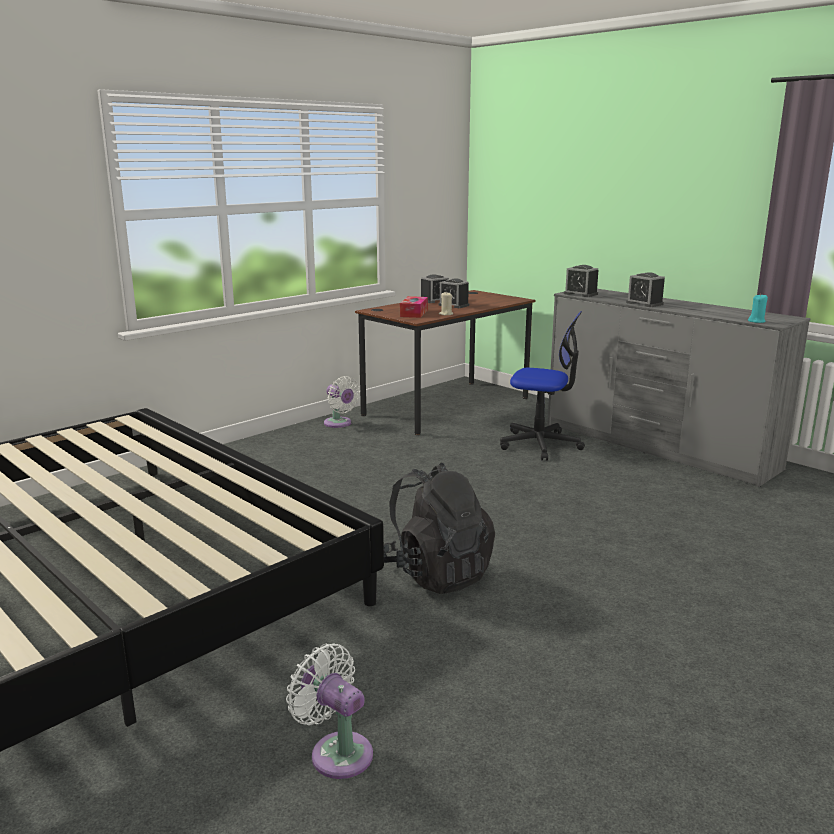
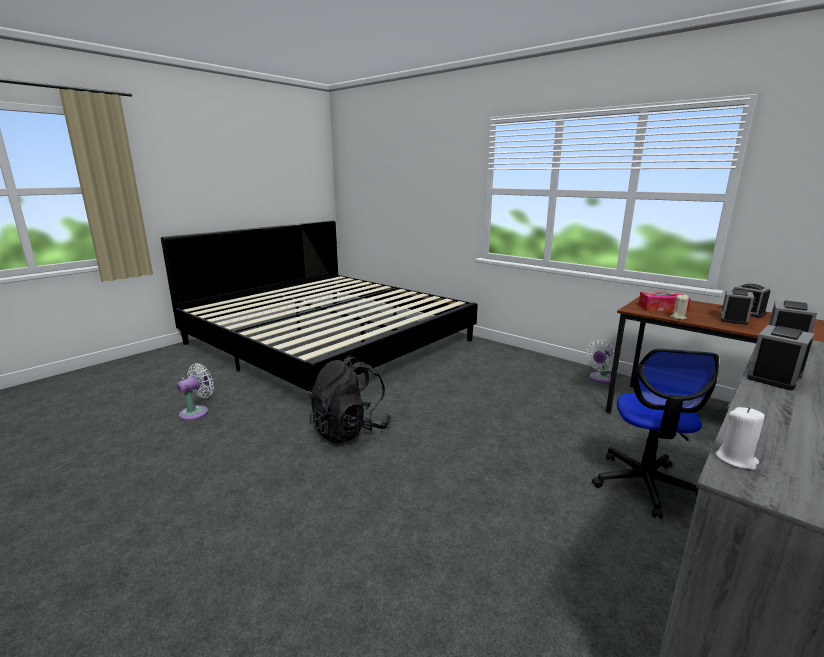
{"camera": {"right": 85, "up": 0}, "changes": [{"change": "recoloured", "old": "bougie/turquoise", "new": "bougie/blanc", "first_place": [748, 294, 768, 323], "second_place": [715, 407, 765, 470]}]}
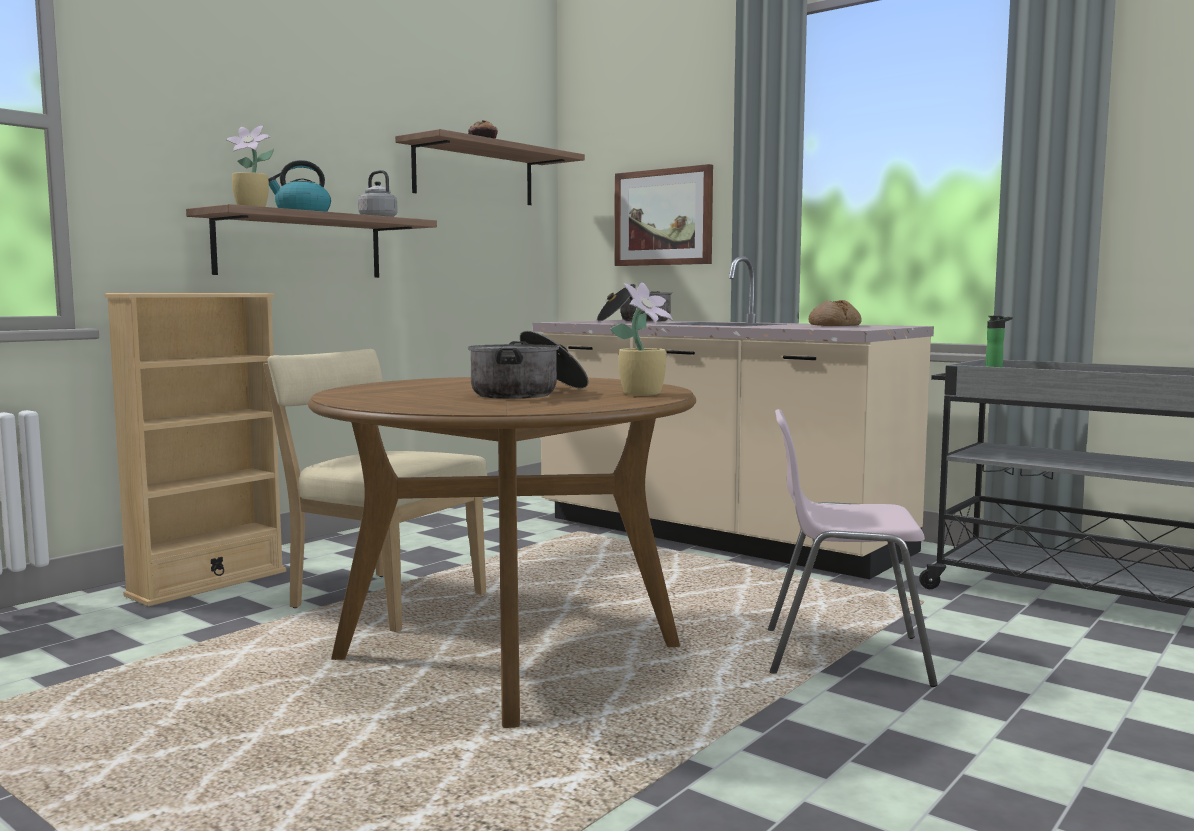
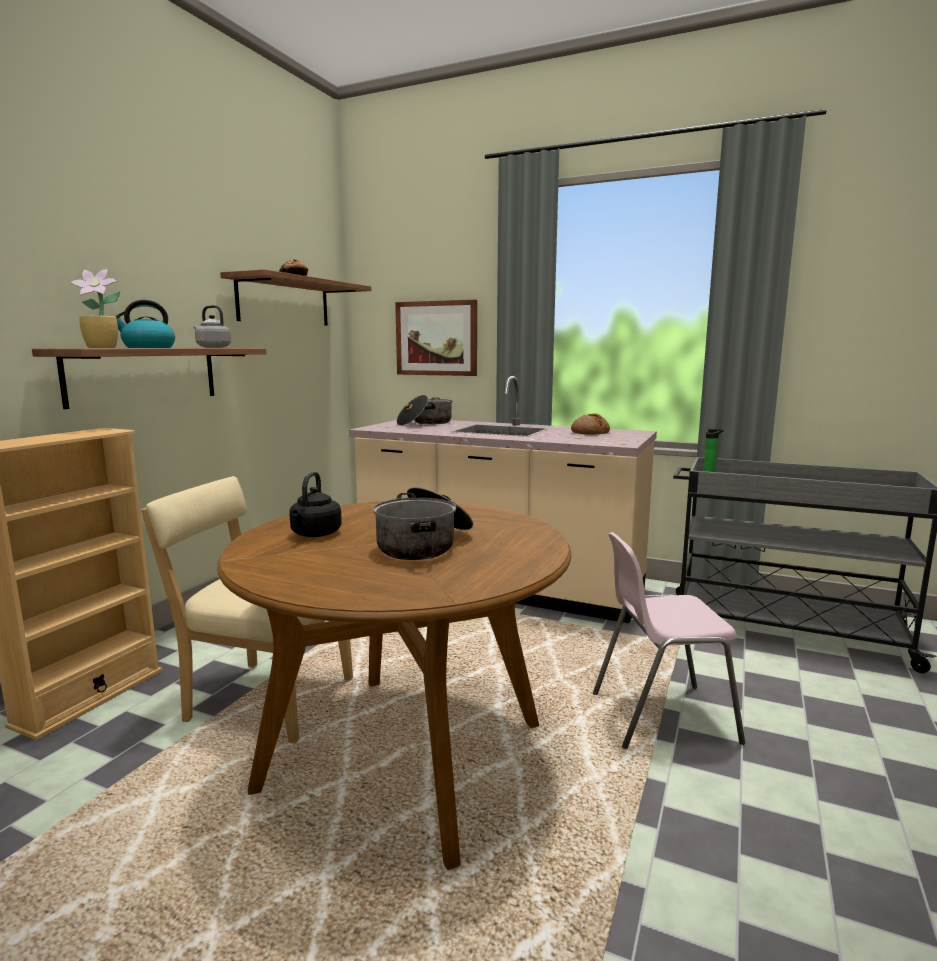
{"camera": {"right": -15, "up": 5}, "changes": [{"change": "removed", "old": "plante en pot", "first_place": [611, 282, 673, 396]}, {"change": "added", "new": "bouilloire/noir", "second_place": [289, 472, 342, 537]}]}
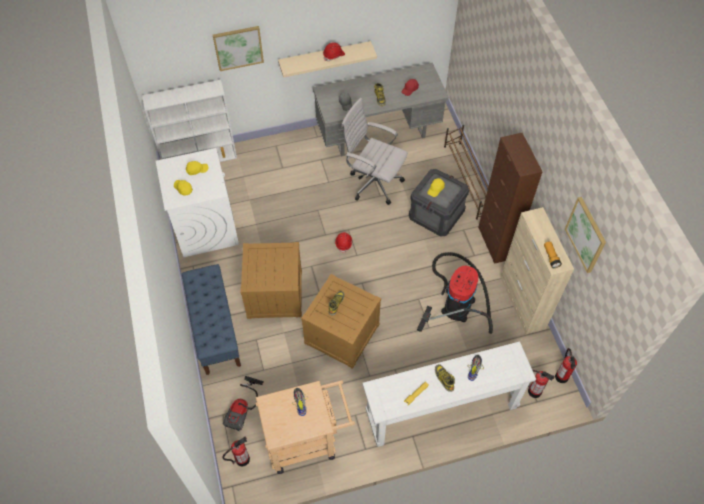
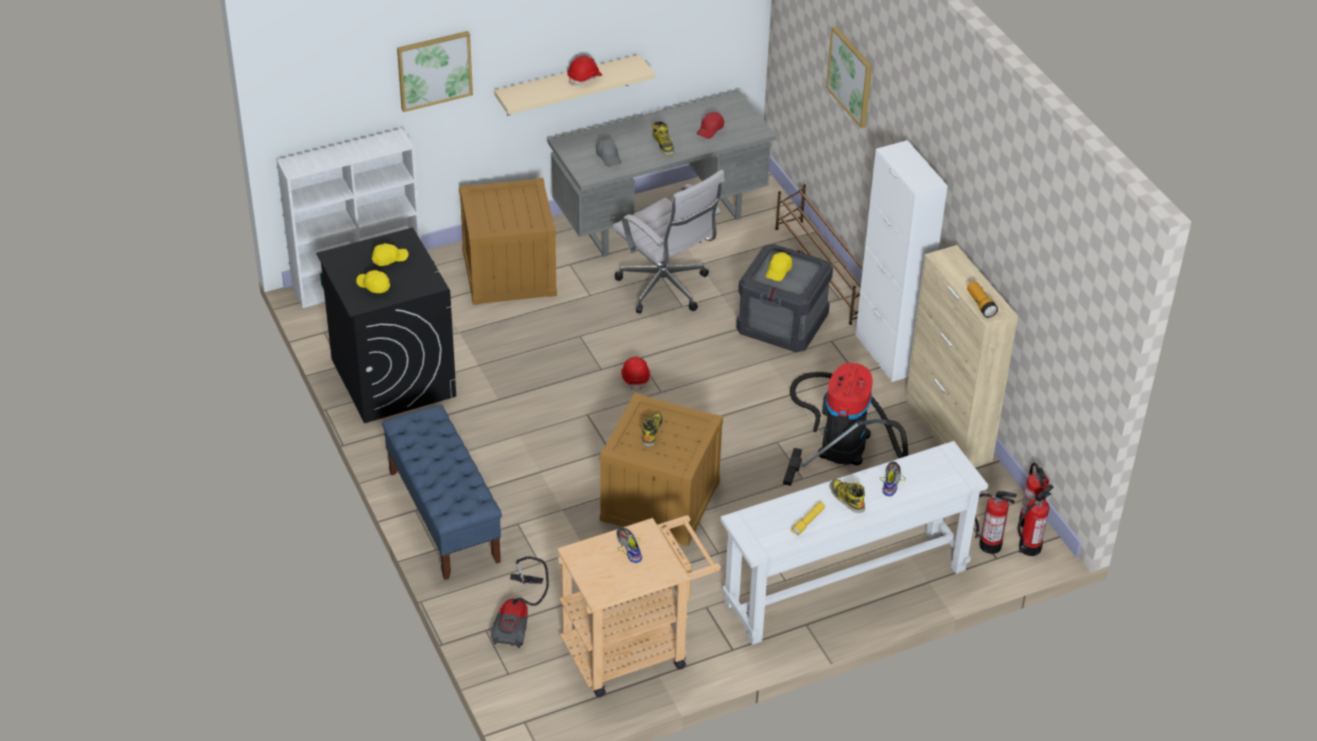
{"camera": {"right": -10, "up": -15}, "changes": [{"change": "moved", "old": "extincteur", "first_place": [222, 436, 250, 466], "second_place": [1018, 484, 1054, 556]}, {"change": "moved", "old": "caisse", "first_place": [240, 242, 302, 319], "second_place": [459, 178, 557, 305]}, {"change": "moved", "old": "tableau", "first_place": [565, 197, 606, 273], "second_place": [826, 26, 872, 128]}, {"change": "recoloured", "old": "lave-linge/blanc", "new": "lave-linge/noir", "first_place": [156, 148, 239, 257], "second_place": [316, 228, 456, 423]}, {"change": "recoloured", "old": "meuble de rangement/marron", "new": "meuble de rangement/blanc", "first_place": [478, 133, 543, 264], "second_place": [855, 140, 947, 382]}, {"change": "turned", "old": "chaise de bureau/blanc", "first_place": [341, 98, 408, 205], "second_place": [612, 170, 724, 314], "degrees": -150}]}
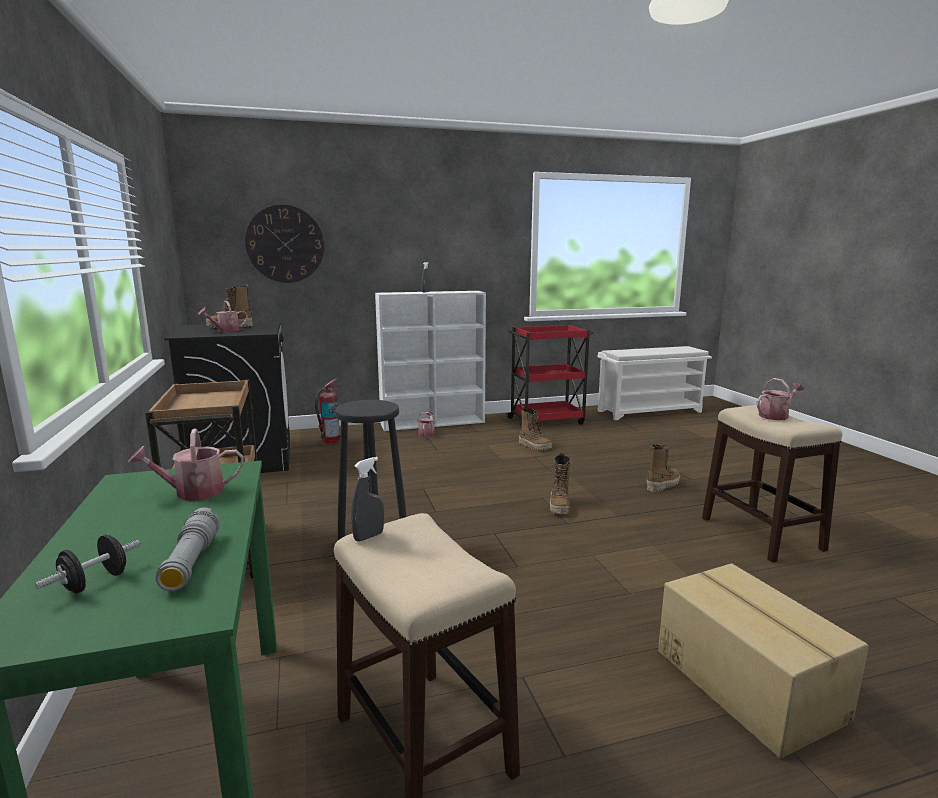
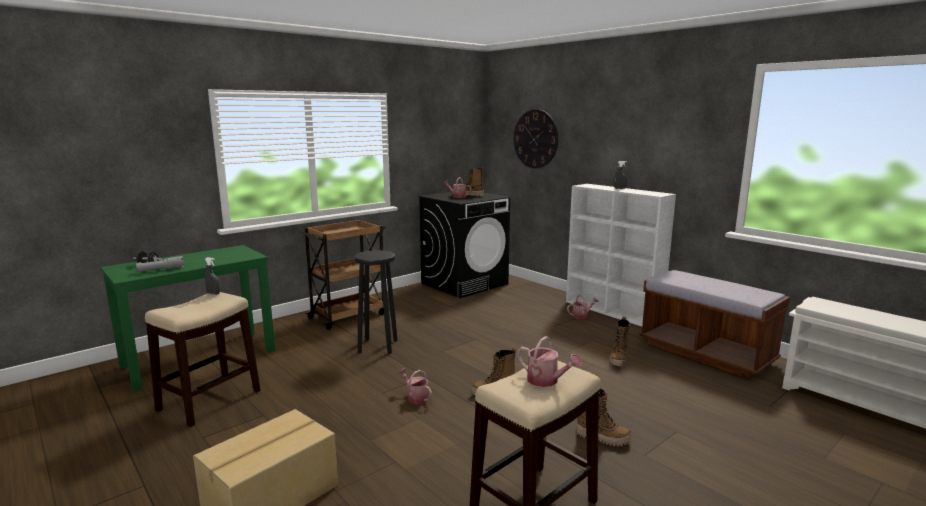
{"camera": {"right": 65, "up": 0}, "changes": [{"change": "removed", "old": "extincteur", "first_place": [315, 379, 341, 443]}, {"change": "moved", "old": "arrosoir", "first_place": [128, 429, 244, 500], "second_place": [398, 368, 432, 404]}, {"change": "replaced", "old": "chariot/rouge", "new": "banc/marron", "first_place": [505, 325, 594, 426], "second_place": [639, 270, 790, 379]}]}
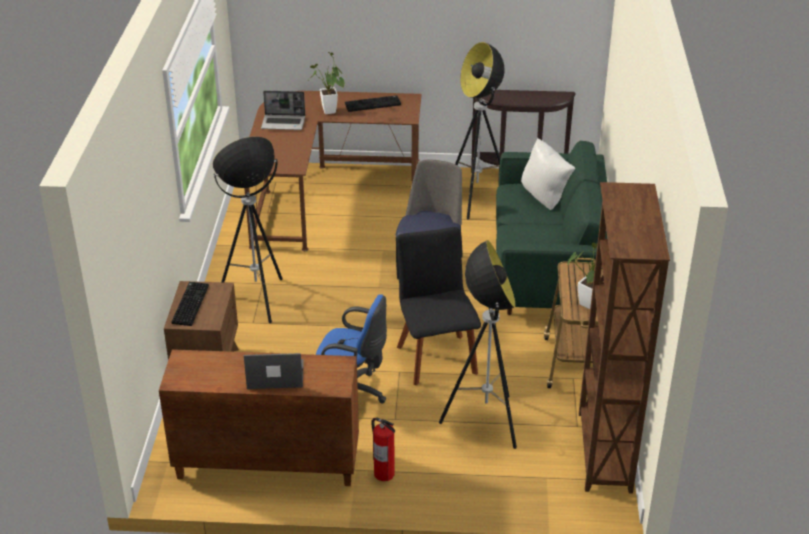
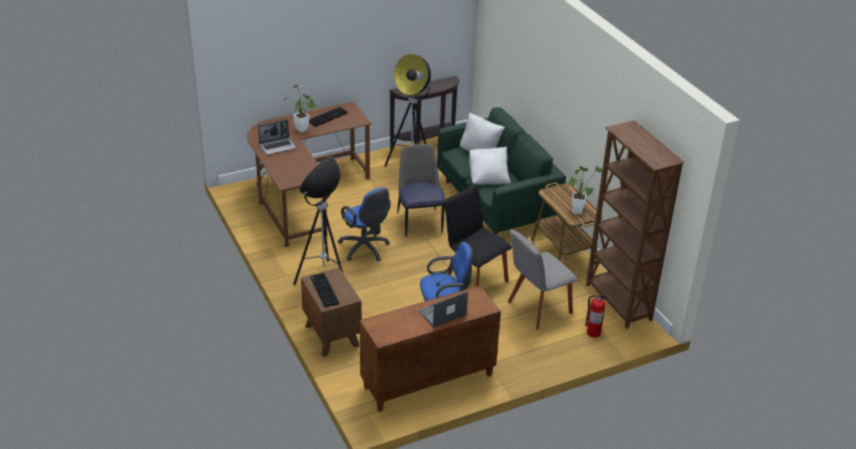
{"camera": {"right": -30, "up": 0}, "changes": [{"change": "added", "new": "chaise de bureau/bleu", "second_place": [338, 187, 391, 261]}, {"change": "added", "new": "coussin/blanc", "second_place": [469, 147, 511, 185]}, {"change": "moved", "old": "extincteur", "first_place": [371, 418, 395, 481], "second_place": [585, 295, 609, 338]}, {"change": "replaced", "old": "lampadaire", "new": "chaise/gris", "first_place": [439, 240, 517, 449], "second_place": [508, 229, 578, 330]}]}
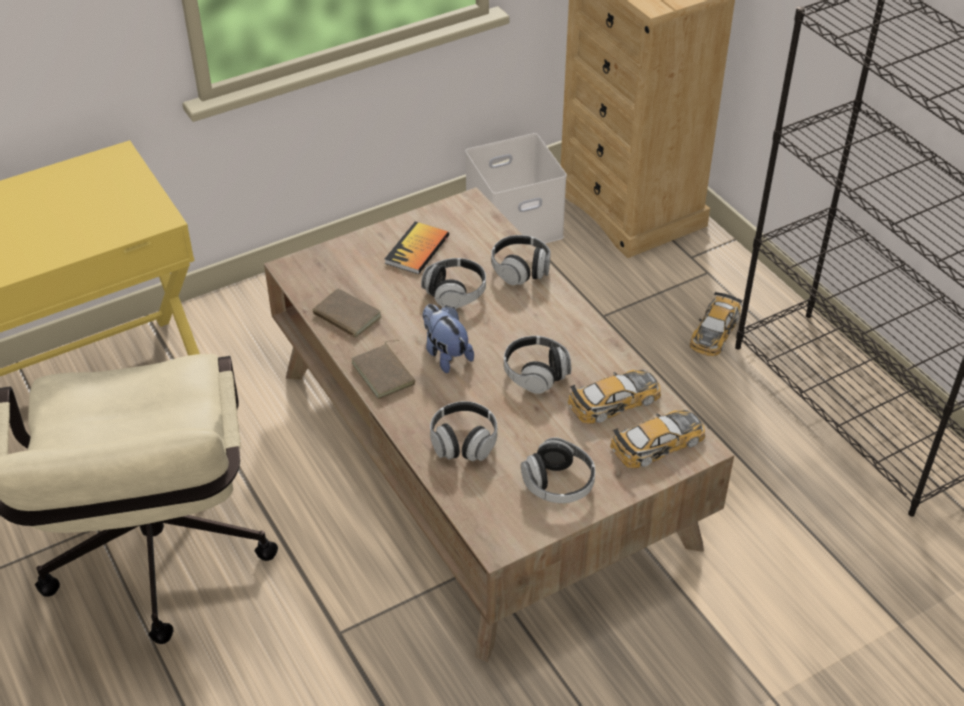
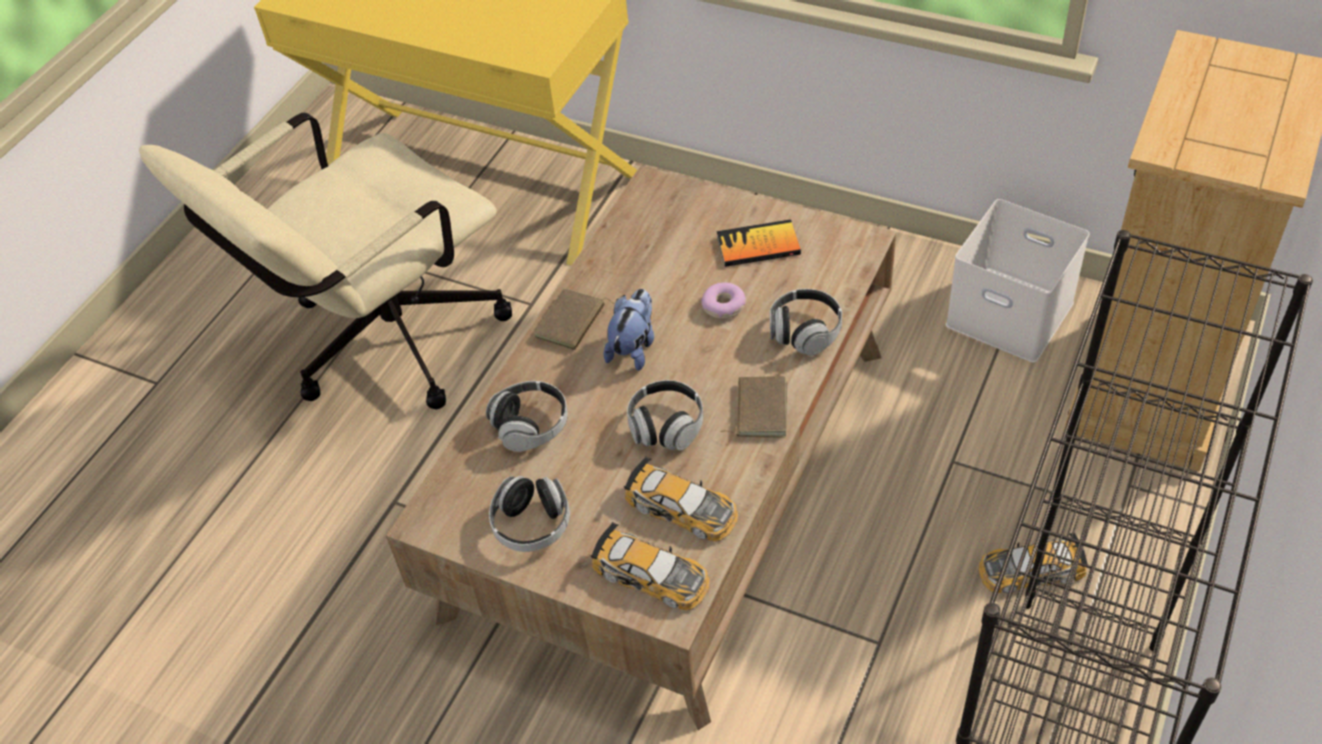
{"camera": {"right": 60, "up": 5}, "changes": [{"change": "moved", "old": "livre/marron", "first_place": [312, 288, 381, 341], "second_place": [721, 376, 787, 438]}, {"change": "replaced", "old": "casque audio", "new": "beignet", "first_place": [421, 258, 486, 309], "second_place": [701, 283, 746, 319]}]}
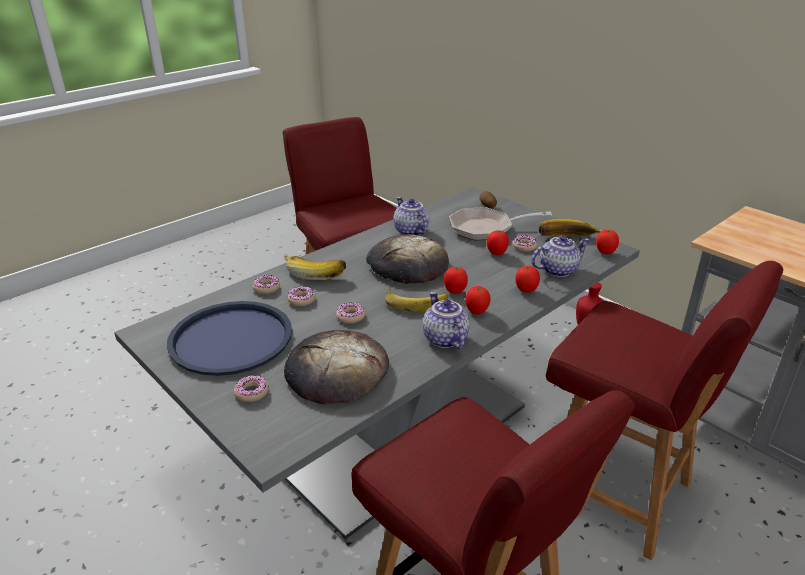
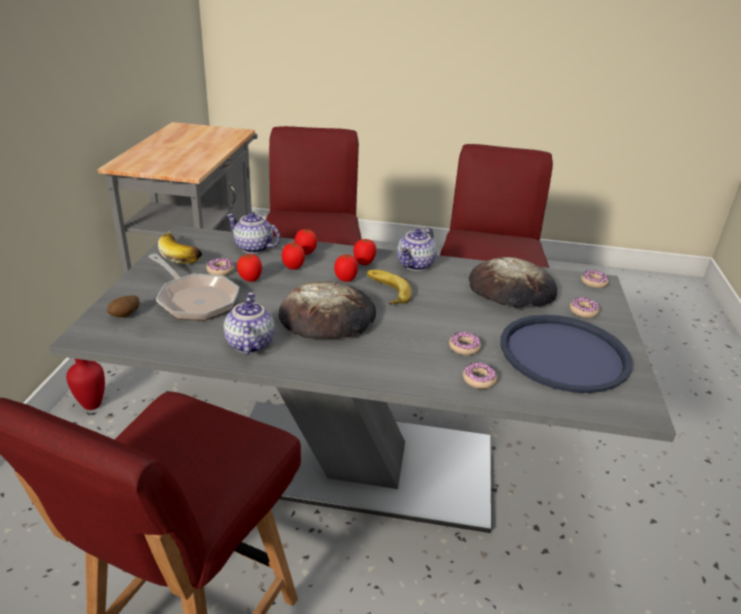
{"camera": {"right": -130, "up": 0}, "changes": [{"change": "removed", "old": "banane", "first_place": [284, 255, 346, 280]}, {"change": "moved", "old": "beignet", "first_place": [336, 302, 365, 324], "second_place": [581, 270, 609, 288]}, {"change": "moved", "old": "tomate", "first_place": [596, 230, 619, 254], "second_place": [282, 243, 305, 270]}, {"change": "turned", "old": "théière", "first_place": [393, 197, 429, 235], "second_place": [224, 292, 275, 355], "degrees": 150}]}
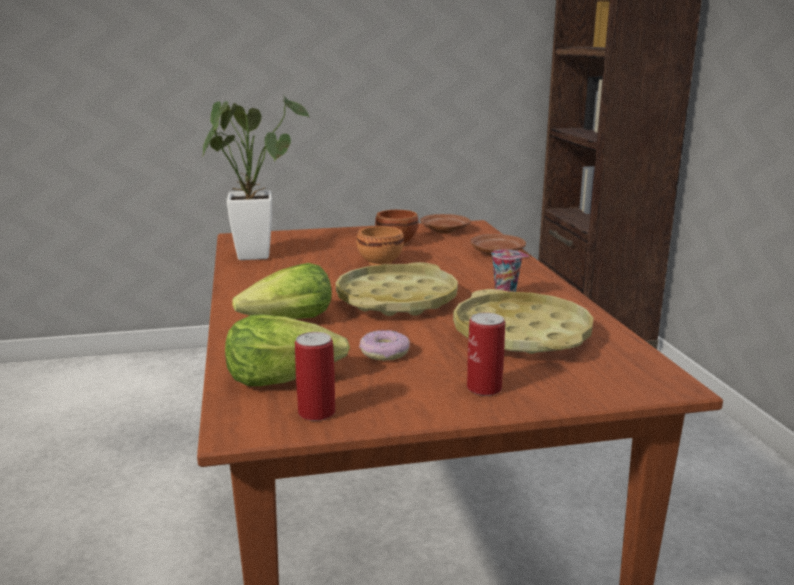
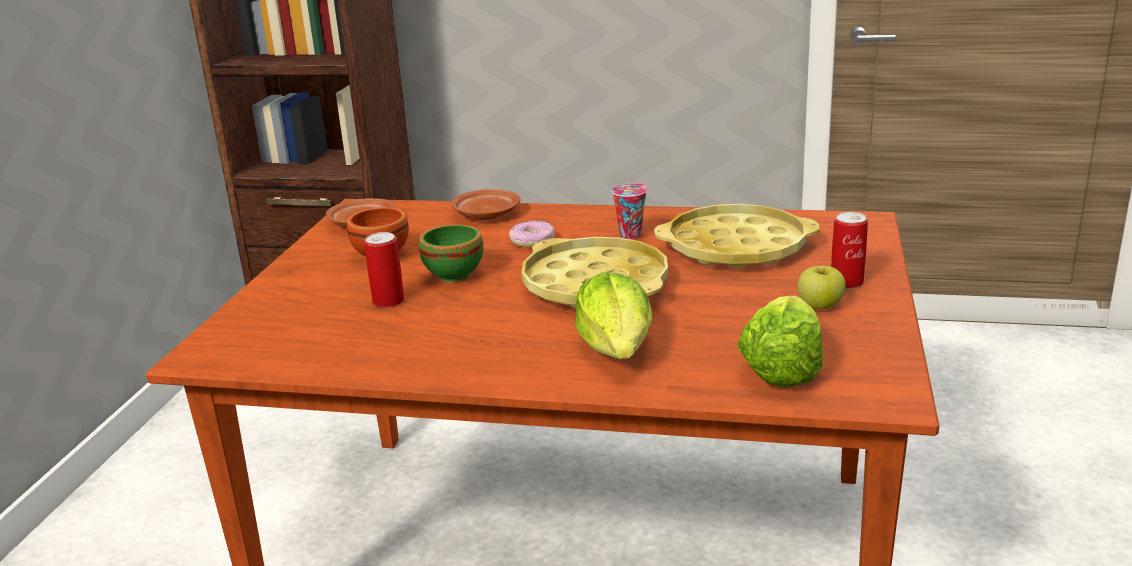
{"camera": {"right": -65, "up": 5}, "changes": [{"change": "removed", "old": "plante en pot", "first_place": [202, 96, 310, 260]}, {"change": "added", "new": "pomme", "second_place": [798, 266, 846, 309]}, {"change": "moved", "old": "boîte métallique", "first_place": [295, 332, 335, 421], "second_place": [364, 232, 404, 308]}, {"change": "moved", "old": "beignet", "first_place": [359, 330, 410, 361], "second_place": [509, 221, 554, 248]}, {"change": "recoloured", "old": "bol/orange", "new": "bol/vert", "first_place": [356, 226, 404, 266], "second_place": [419, 224, 484, 283]}]}
